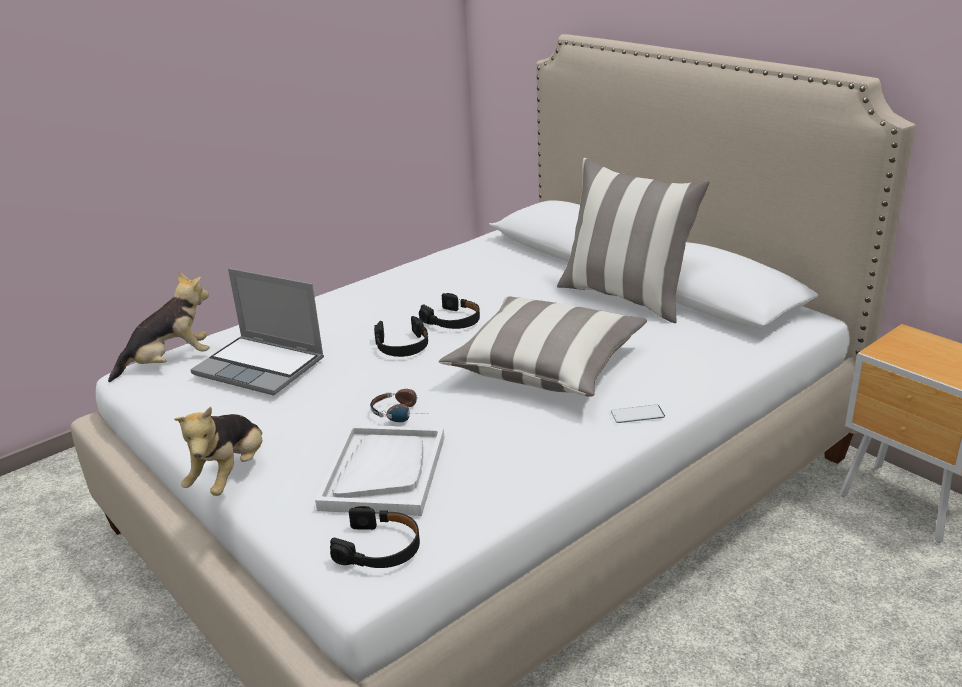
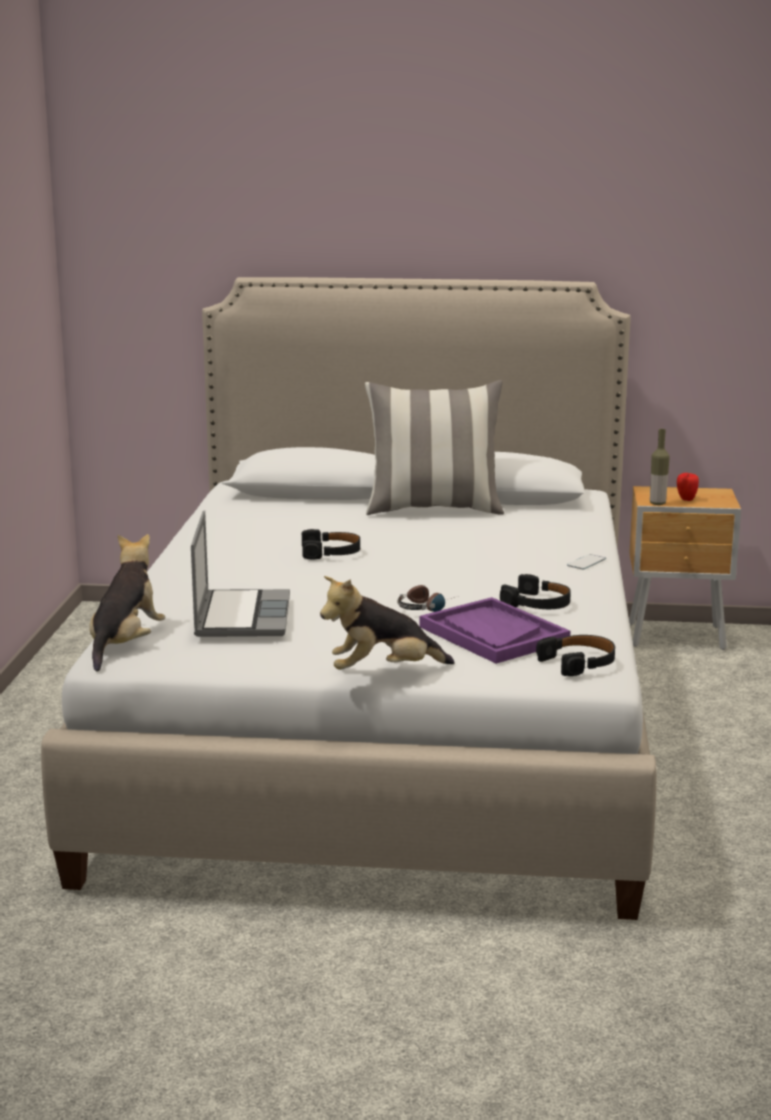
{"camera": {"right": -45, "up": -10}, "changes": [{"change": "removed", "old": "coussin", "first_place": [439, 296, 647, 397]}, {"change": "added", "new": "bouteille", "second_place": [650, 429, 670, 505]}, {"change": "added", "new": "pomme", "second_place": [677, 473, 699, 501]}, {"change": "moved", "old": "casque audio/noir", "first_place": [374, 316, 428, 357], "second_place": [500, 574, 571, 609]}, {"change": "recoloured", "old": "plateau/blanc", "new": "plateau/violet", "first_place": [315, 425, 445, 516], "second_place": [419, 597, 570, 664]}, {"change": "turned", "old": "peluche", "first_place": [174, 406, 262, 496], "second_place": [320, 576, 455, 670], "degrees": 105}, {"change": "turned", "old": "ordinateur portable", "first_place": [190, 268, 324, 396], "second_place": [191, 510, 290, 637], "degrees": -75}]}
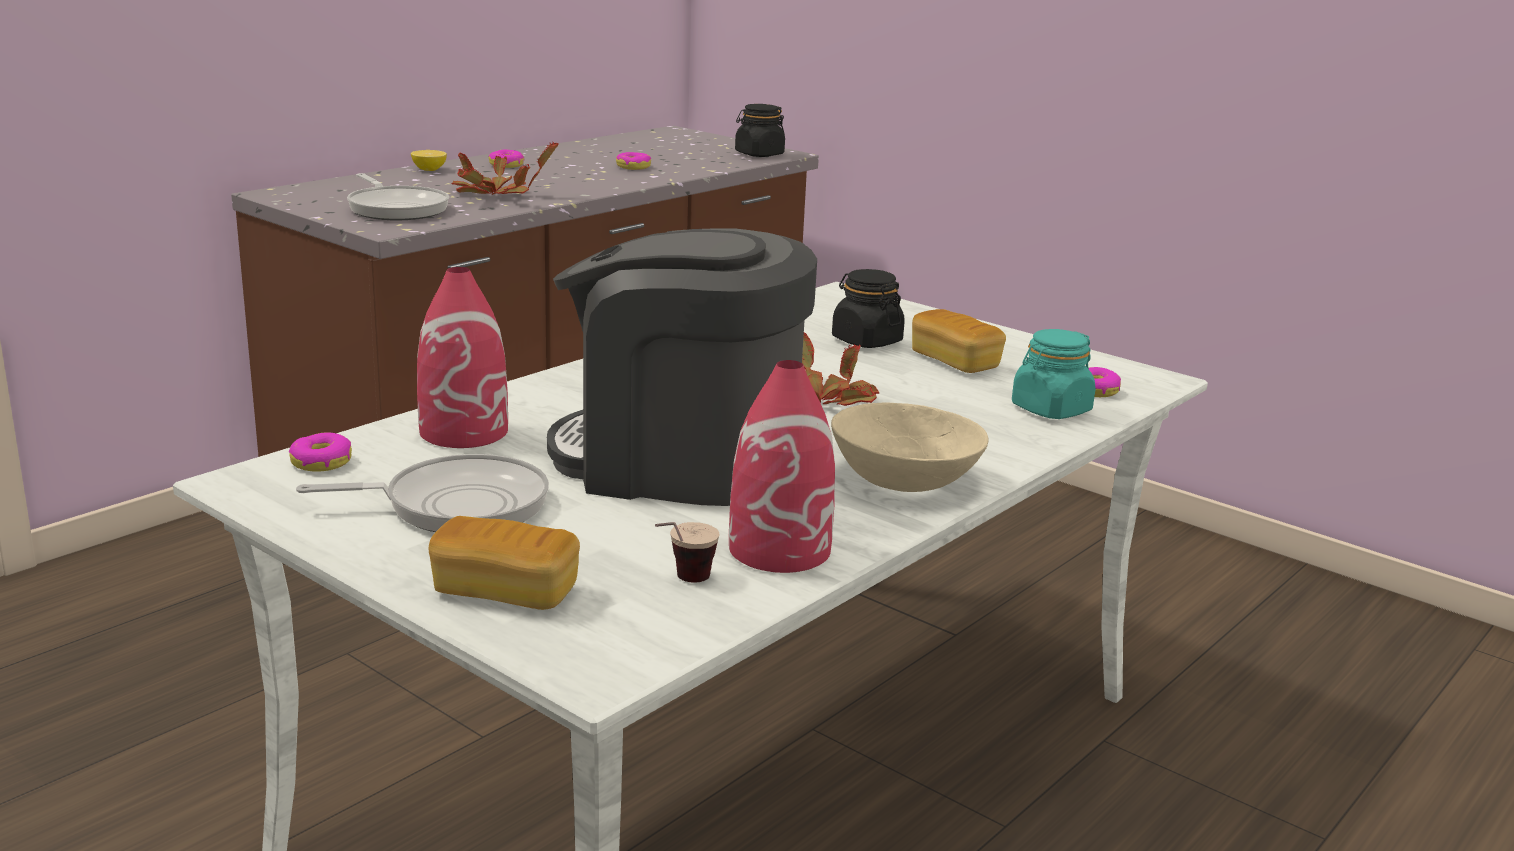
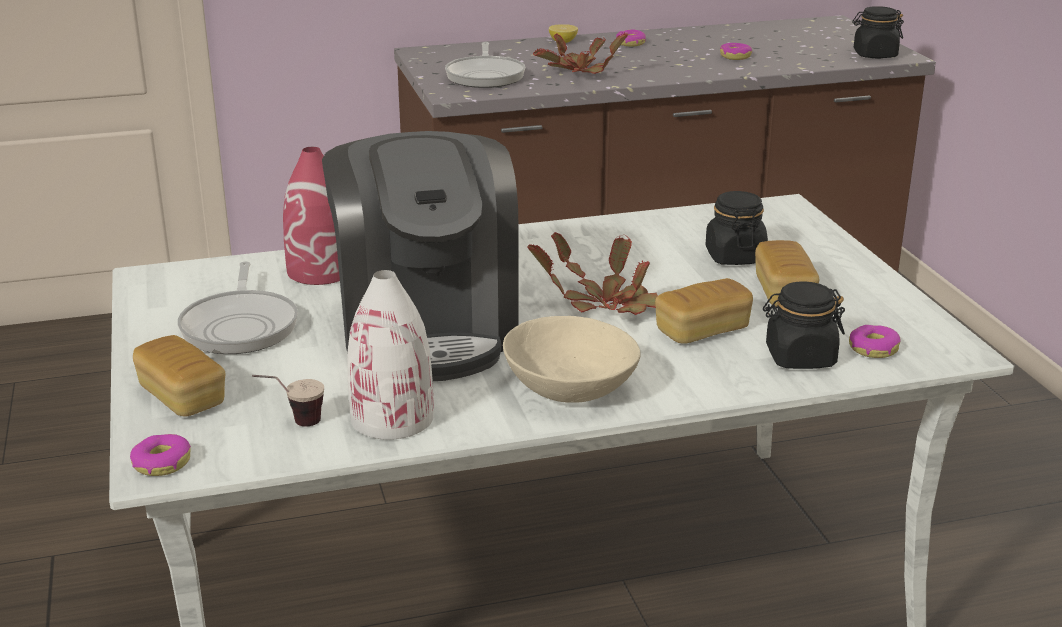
{"camera": {"right": 35, "up": 5}, "changes": [{"change": "added", "new": "pain", "second_place": [655, 278, 753, 344]}, {"change": "moved", "old": "beignet", "first_place": [289, 432, 352, 472], "second_place": [130, 434, 191, 476]}, {"change": "recoloured", "old": "vase/rouge", "new": "vase/blanc", "first_place": [729, 360, 835, 573], "second_place": [347, 270, 434, 440]}, {"change": "recoloured", "old": "bocal/turquoise", "new": "bocal/noir", "first_place": [1012, 329, 1096, 419], "second_place": [763, 281, 845, 369]}, {"change": "turned", "old": "poêle", "first_place": [296, 454, 549, 532], "second_place": [178, 261, 298, 354], "degrees": 60}, {"change": "turned", "old": "machine à café", "first_place": [547, 228, 817, 506], "second_place": [322, 131, 518, 381], "degrees": -150}]}
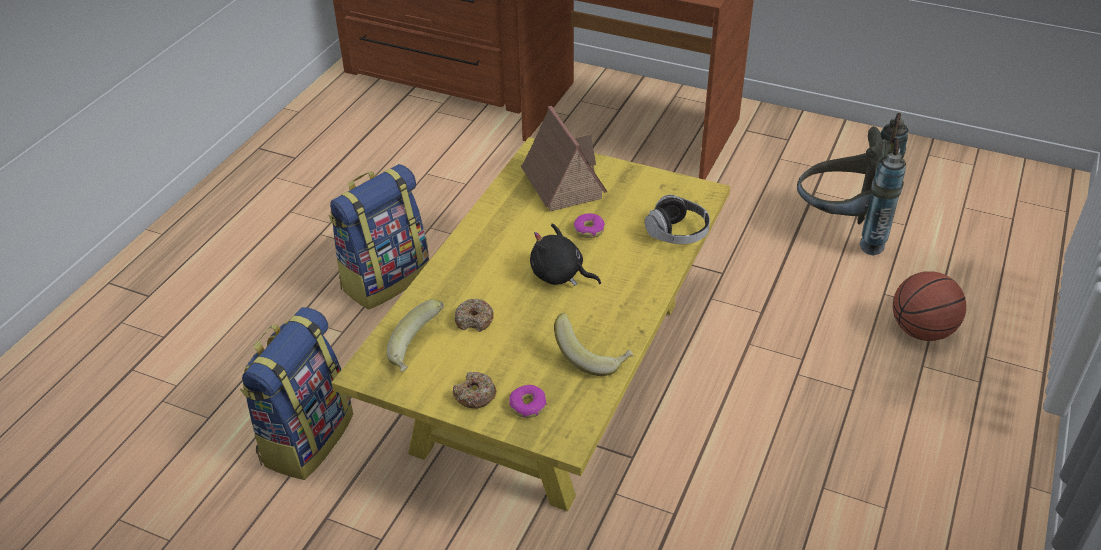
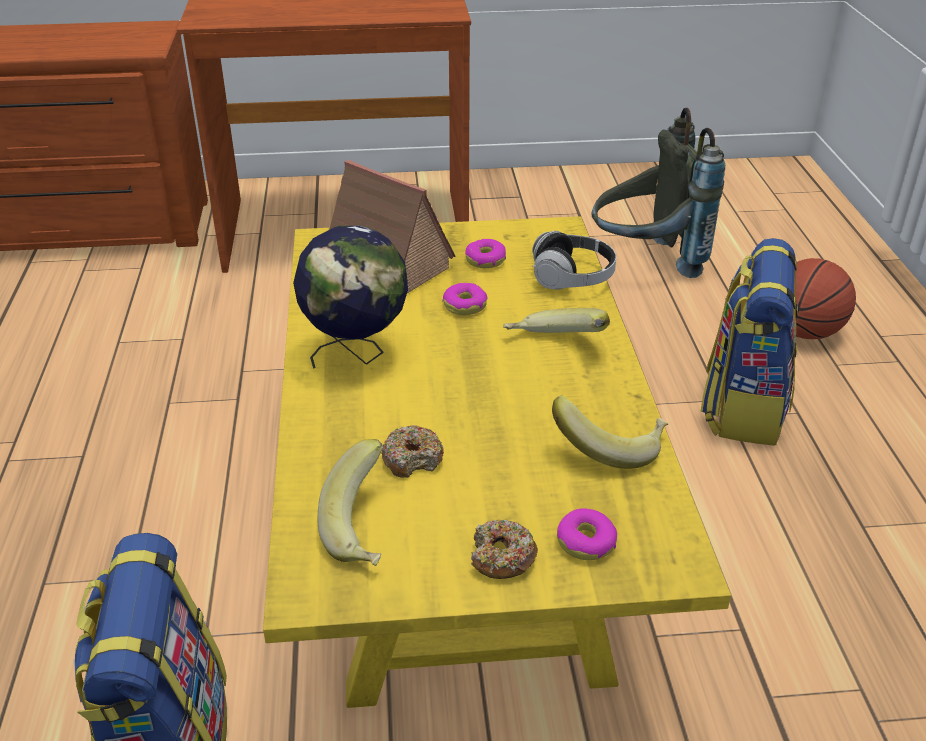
{"camera": {"right": -30, "up": -5}, "changes": [{"change": "removed", "old": "peluche/noir", "first_place": [530, 224, 601, 286]}, {"change": "added", "new": "globe", "second_place": [293, 225, 408, 369]}, {"change": "added", "new": "beignet", "second_place": [465, 239, 506, 268]}, {"change": "added", "new": "banane", "second_place": [503, 308, 610, 333]}, {"change": "moved", "old": "sac à dos", "first_place": [329, 164, 429, 310], "second_place": [700, 238, 798, 446]}]}
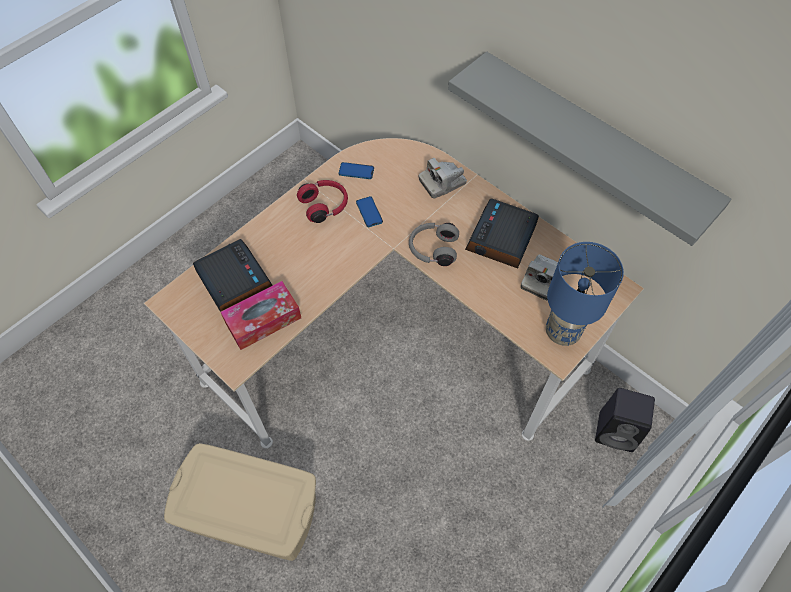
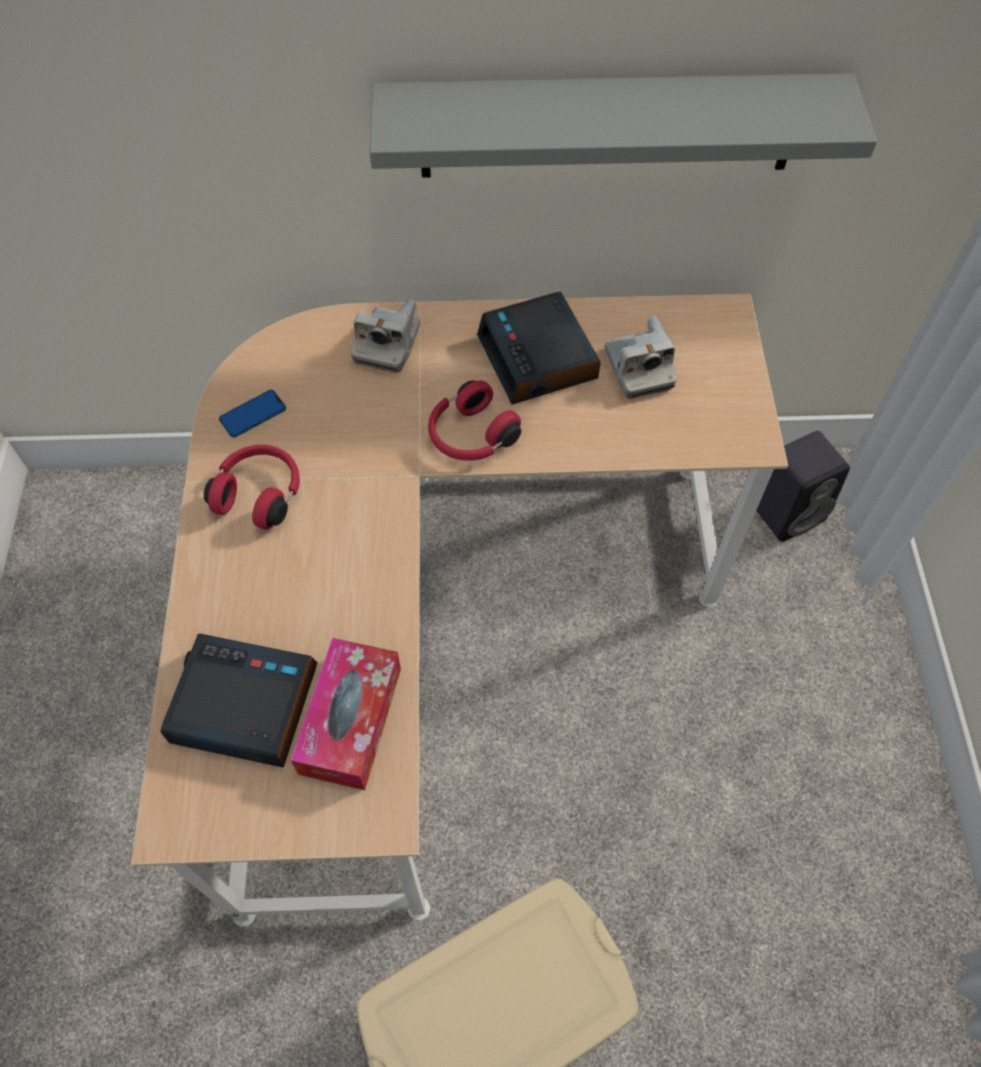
{"camera": {"right": -45, "up": 0}, "changes": [{"change": "removed", "old": "téléphone", "first_place": [356, 196, 383, 227]}, {"change": "removed", "old": "lampe de table/bleu", "first_place": [546, 242, 624, 346]}, {"change": "recoloured", "old": "casque audio/gris", "new": "casque audio/rouge", "first_place": [409, 223, 459, 266], "second_place": [428, 381, 521, 461]}]}
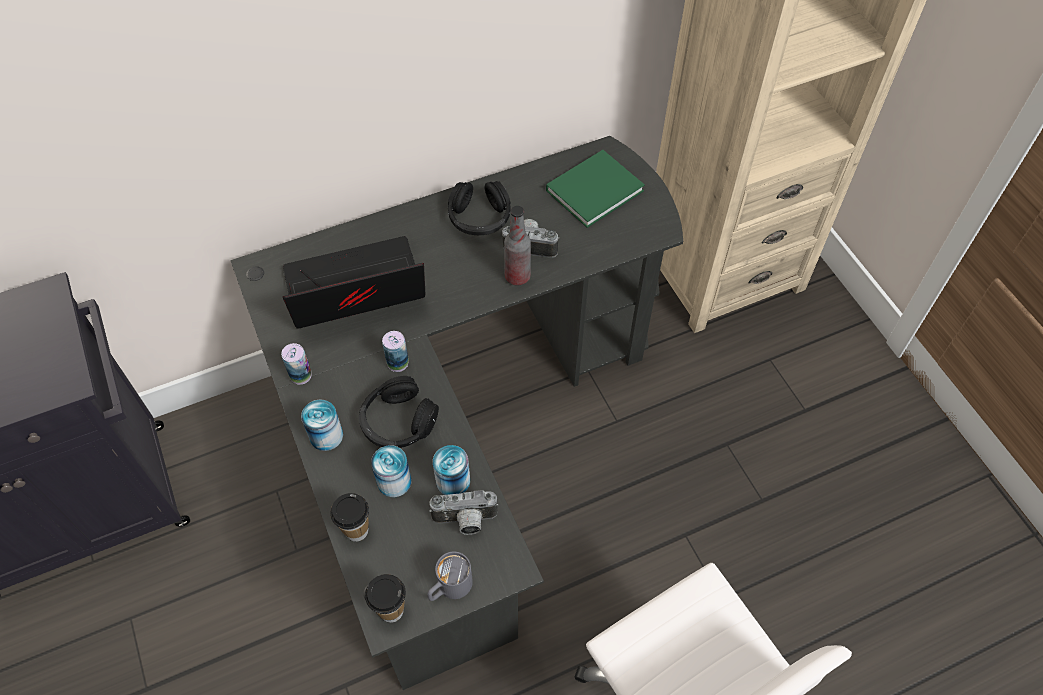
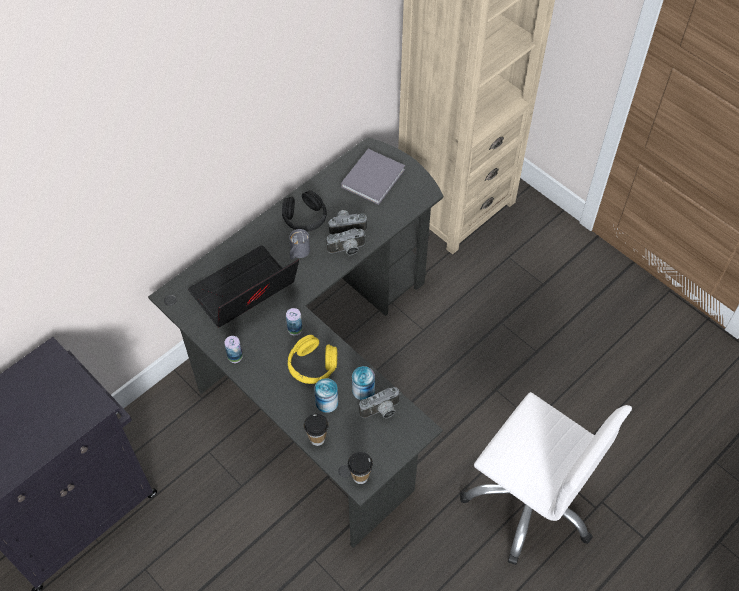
{"camera": {"right": -20, "up": 0}, "changes": [{"change": "removed", "old": "boîte métallique", "first_place": [301, 400, 343, 451]}, {"change": "moved", "old": "mug/gris", "first_place": [427, 551, 473, 601], "second_place": [289, 229, 310, 260]}, {"change": "replaced", "old": "bouteille", "new": "appareil photo", "first_place": [504, 206, 531, 285], "second_place": [327, 228, 366, 255]}, {"change": "recoloured", "old": "casque audio/noir", "new": "casque audio/jaune", "first_place": [359, 376, 439, 448], "second_place": [288, 335, 338, 384]}, {"change": "recoloured", "old": "livre/vert", "new": "livre/gris", "first_place": [546, 150, 645, 228], "second_place": [341, 149, 405, 205]}]}
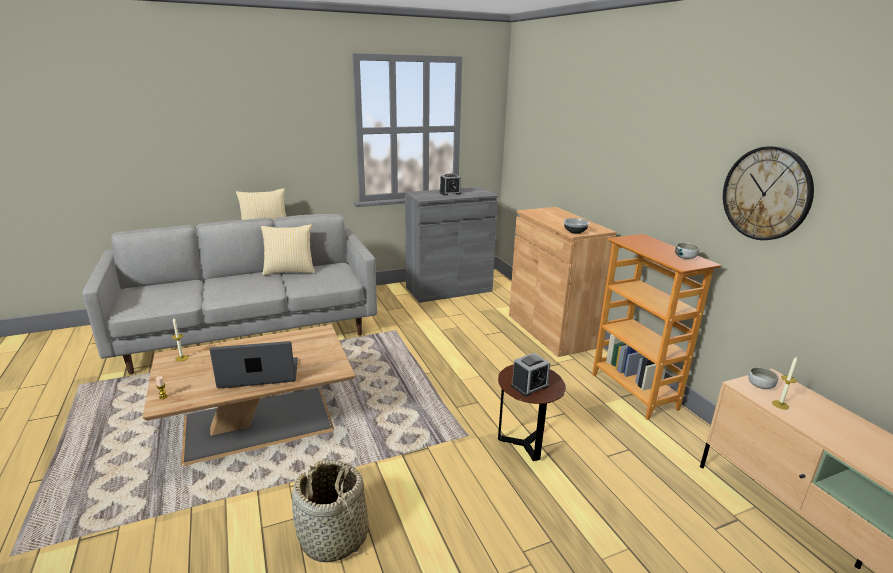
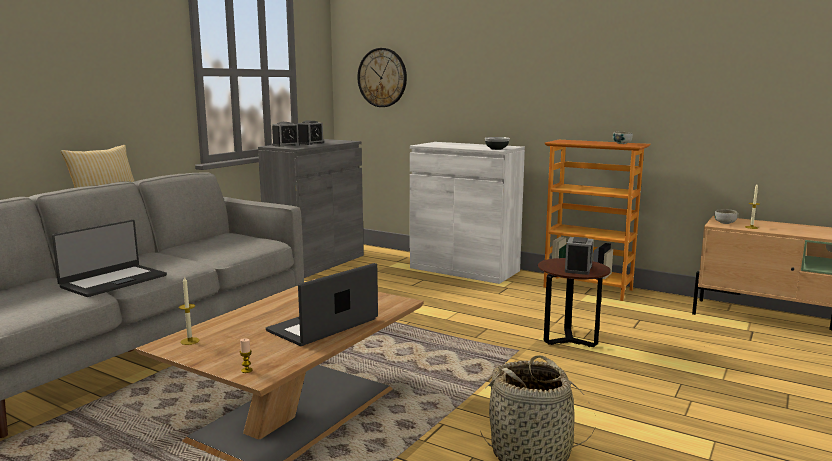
{"camera": {"right": -35, "up": -10}, "changes": [{"change": "removed", "old": "coussin", "first_place": [261, 224, 315, 275]}, {"change": "added", "new": "ordinateur portable", "second_place": [52, 220, 167, 297]}, {"change": "added", "new": "réveil", "second_place": [272, 122, 300, 147]}, {"change": "moved", "old": "horloge murale", "first_place": [723, 146, 814, 240], "second_place": [357, 48, 407, 107]}, {"change": "recoloured", "old": "meuble de rangement/marron", "new": "meuble de rangement/blanc", "first_place": [509, 207, 617, 357], "second_place": [410, 142, 525, 284]}]}
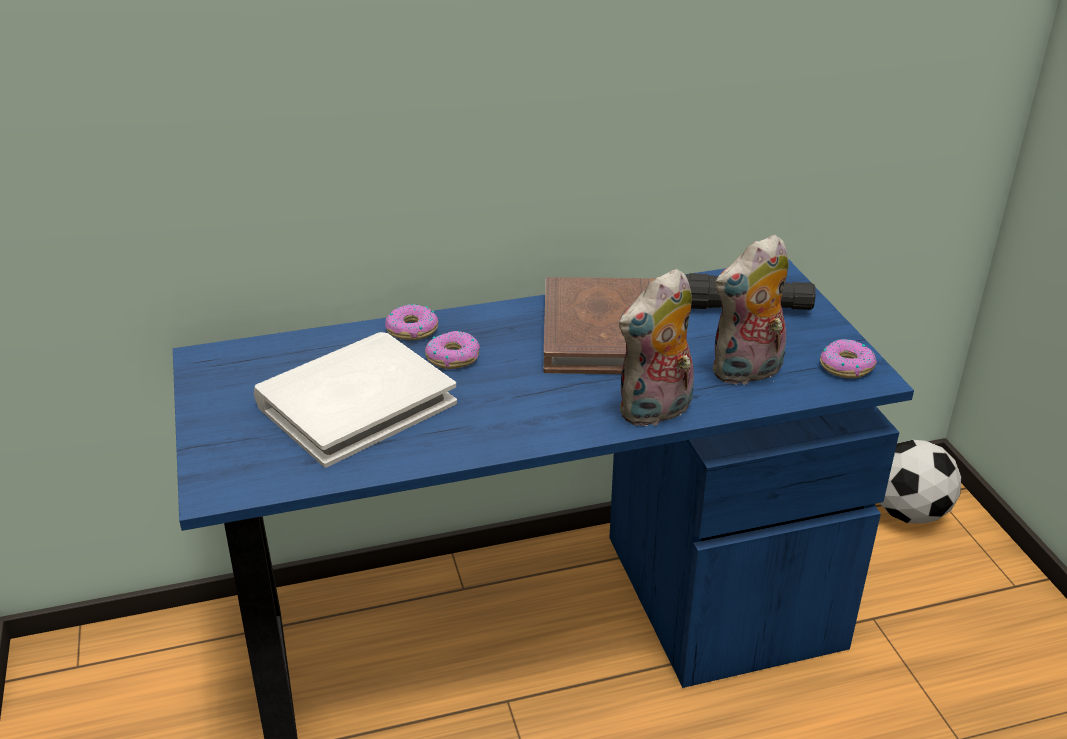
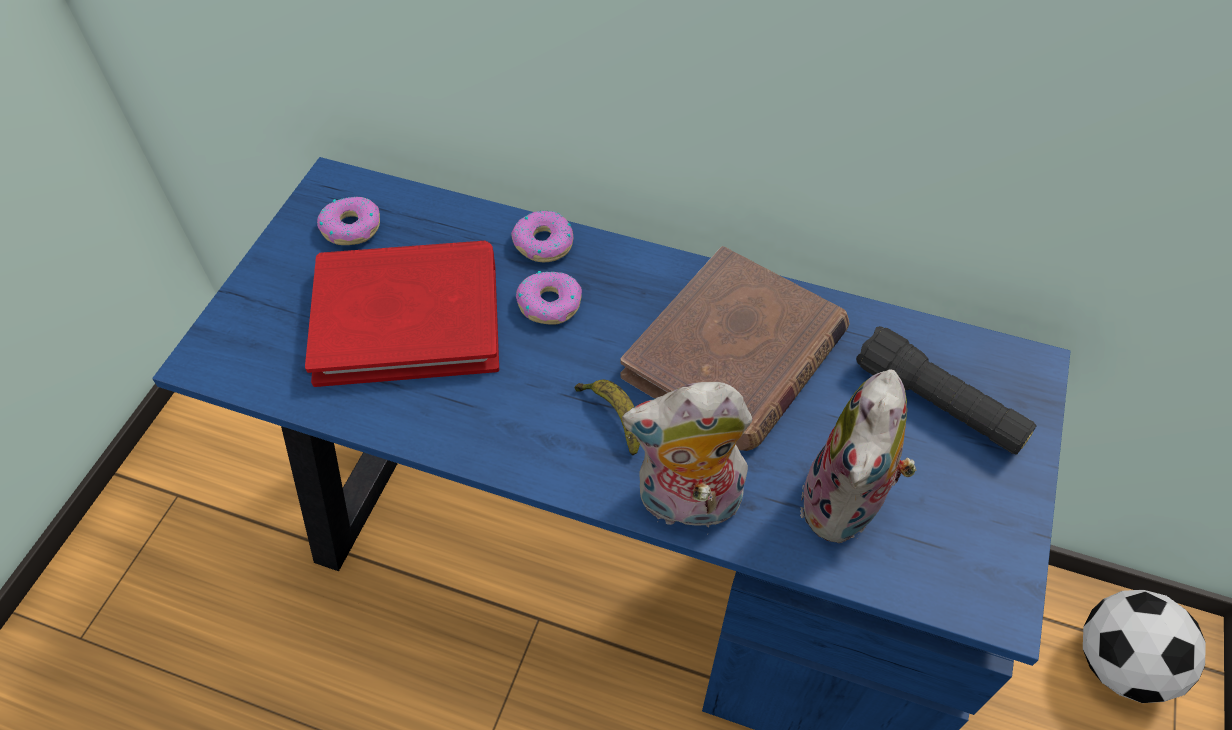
{"camera": {"right": 35, "up": 20}, "changes": [{"change": "added", "new": "banane", "second_place": [574, 380, 640, 455]}, {"change": "moved", "old": "beignet", "first_place": [820, 339, 877, 378], "second_place": [317, 197, 380, 245]}, {"change": "recoloured", "old": "livre/blanc", "new": "livre/rouge", "first_place": [254, 332, 457, 468], "second_place": [305, 240, 499, 387]}, {"change": "turned", "old": "peluche", "first_place": [713, 235, 789, 386], "second_place": [800, 369, 917, 543], "degrees": -75}]}
